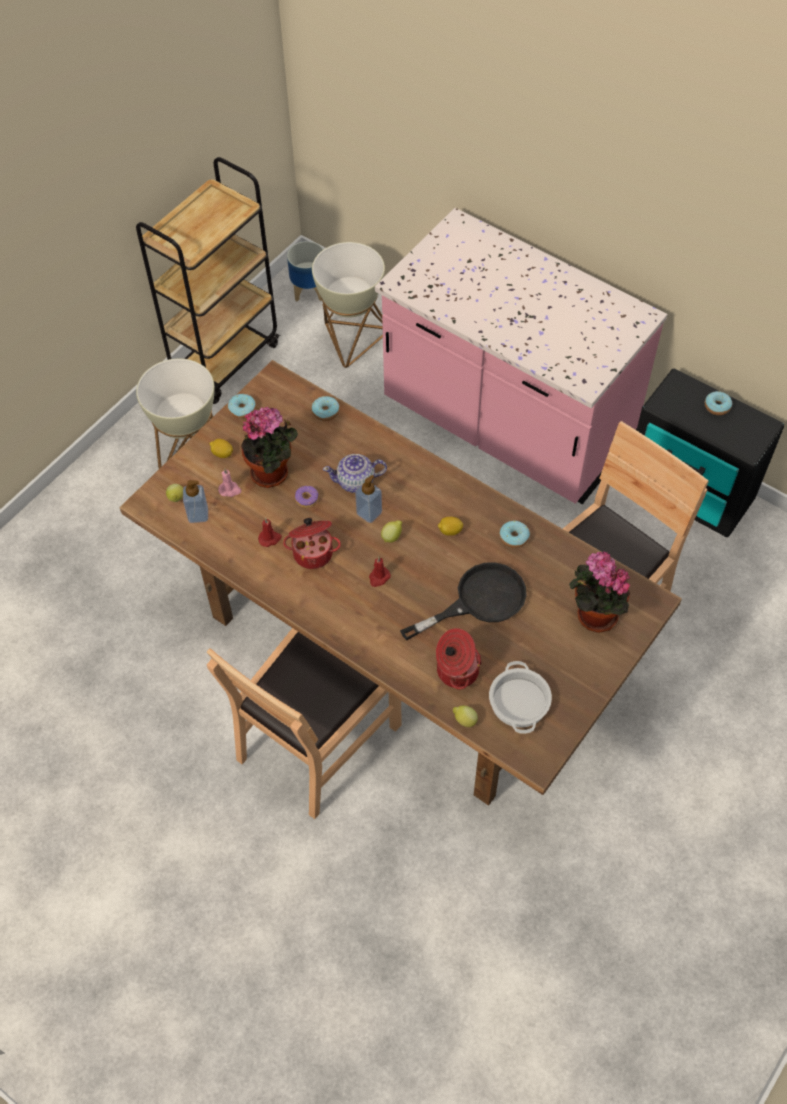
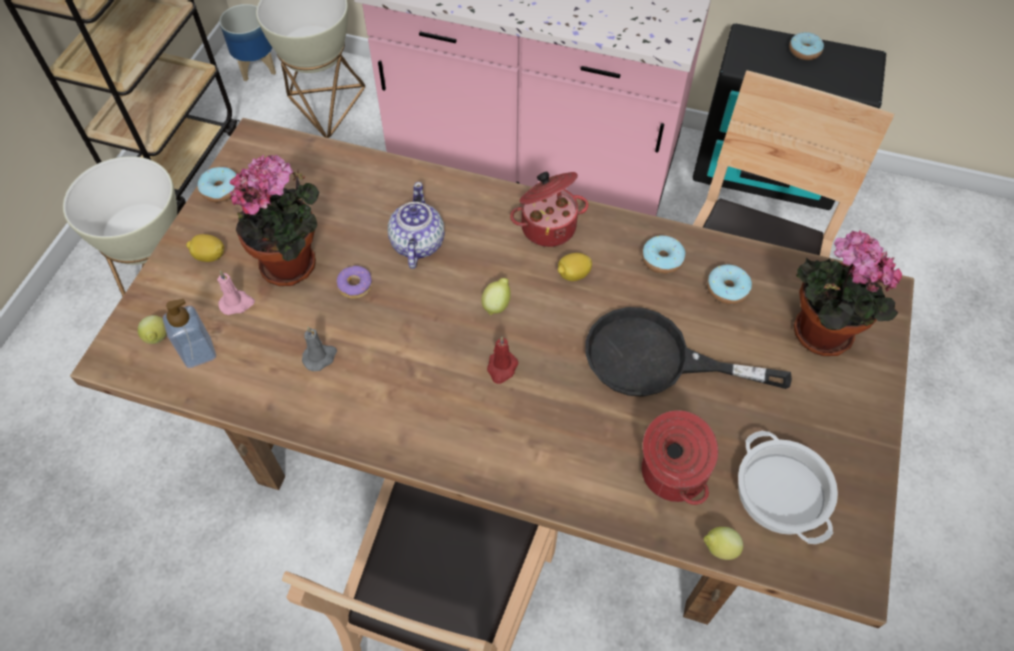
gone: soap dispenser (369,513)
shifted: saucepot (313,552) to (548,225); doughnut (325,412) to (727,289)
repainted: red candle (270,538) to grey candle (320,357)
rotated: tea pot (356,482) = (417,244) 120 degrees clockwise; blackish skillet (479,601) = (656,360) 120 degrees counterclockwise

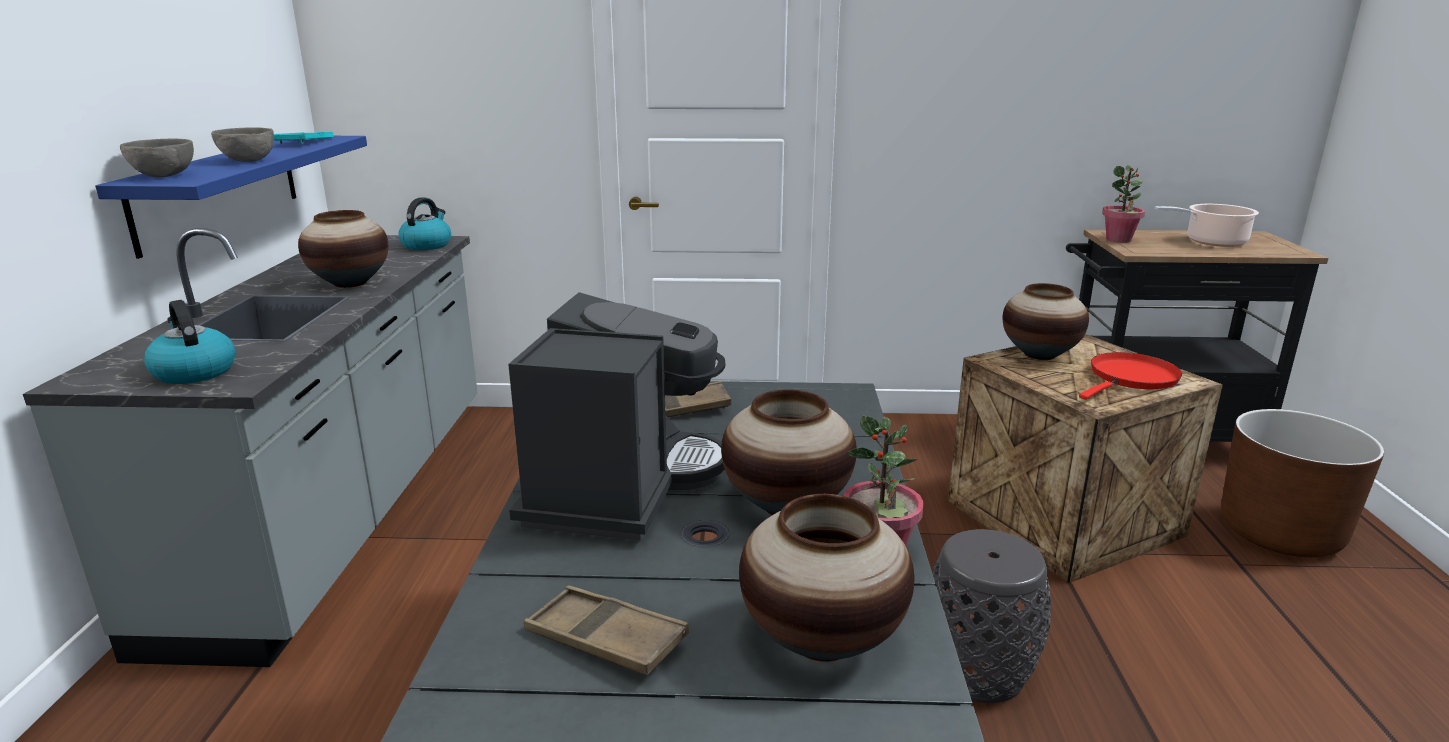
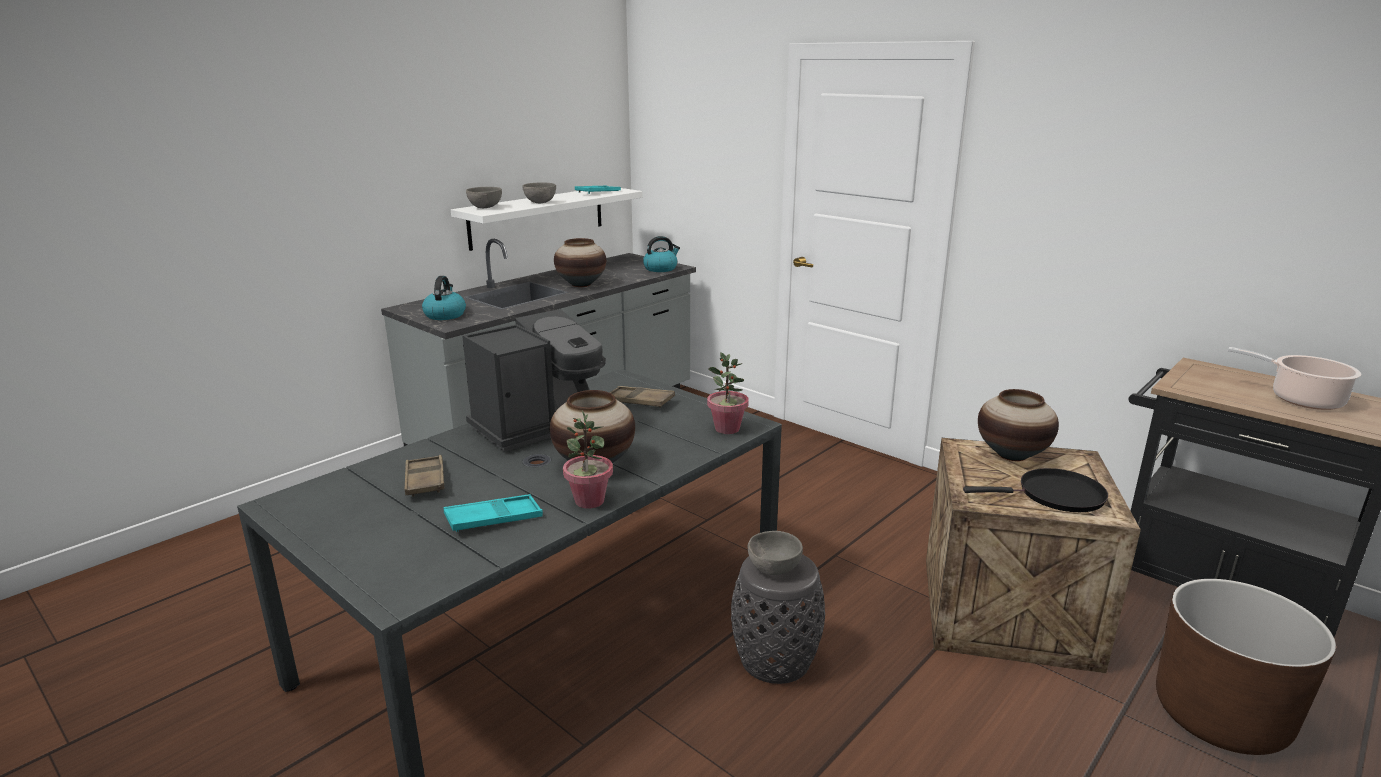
new: grey bowl (773,568)
shifted: plant in a pot (1118,240) to (727,429)
swapped: flower vase (821,640) to turquoise-coloured serving tray (494,519)
repainted: blue-coloured wall shelf (219,190) to white-coloured wall shelf (538,217); red skillet (1131,378) to blackish skillet (1055,496)

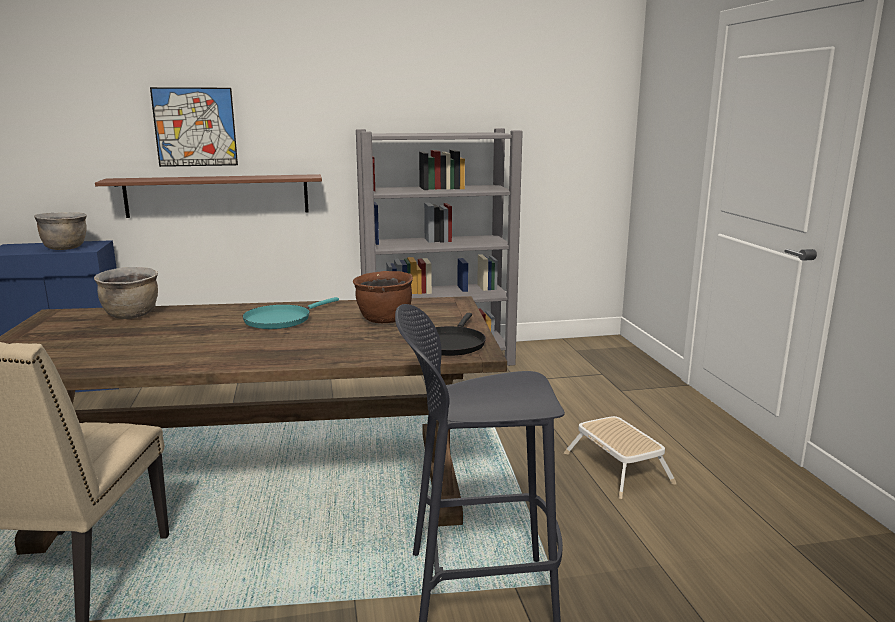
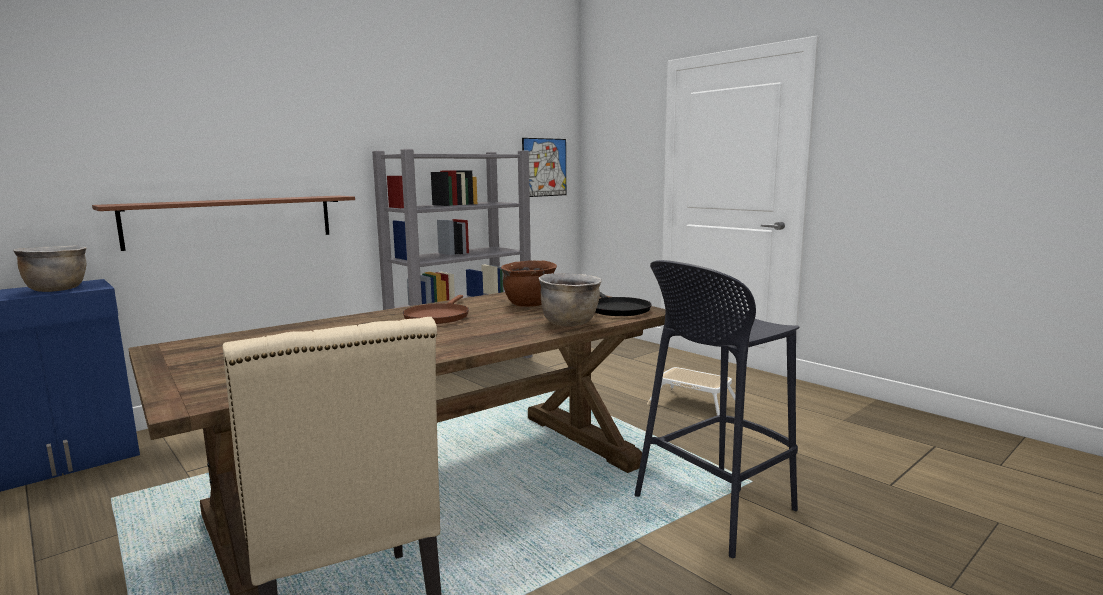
shifted: picture (195,127) to (544,167); brown saucepot (132,315) to (570,323)
repainted: turquoise-coloured skillet (281,320) to brown skillet (437,317)

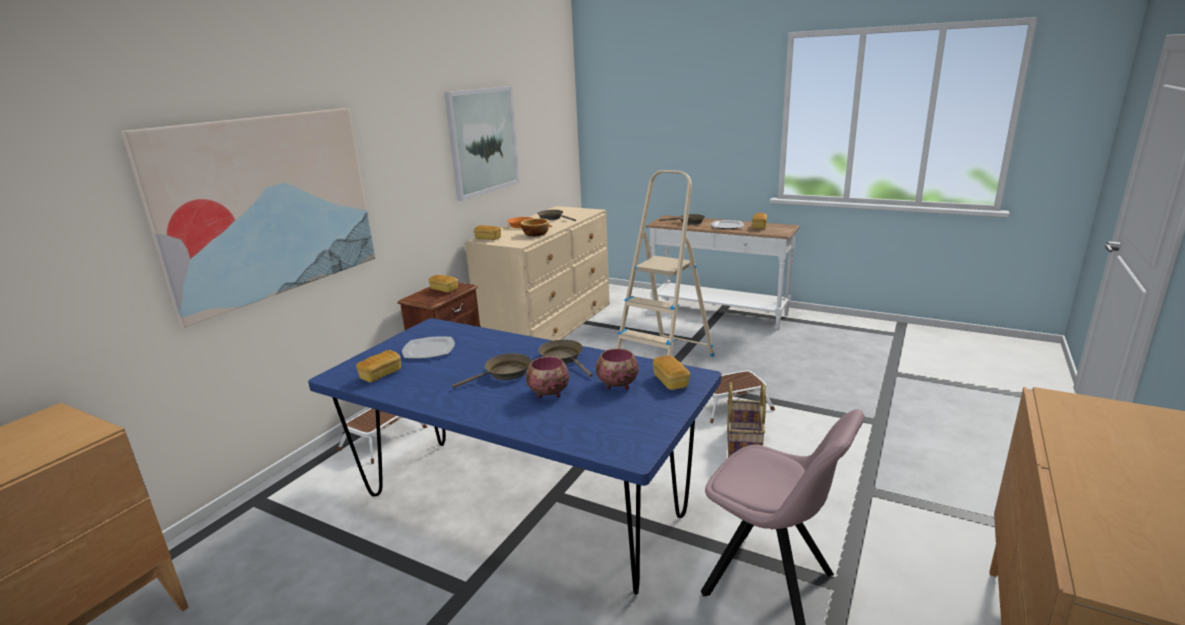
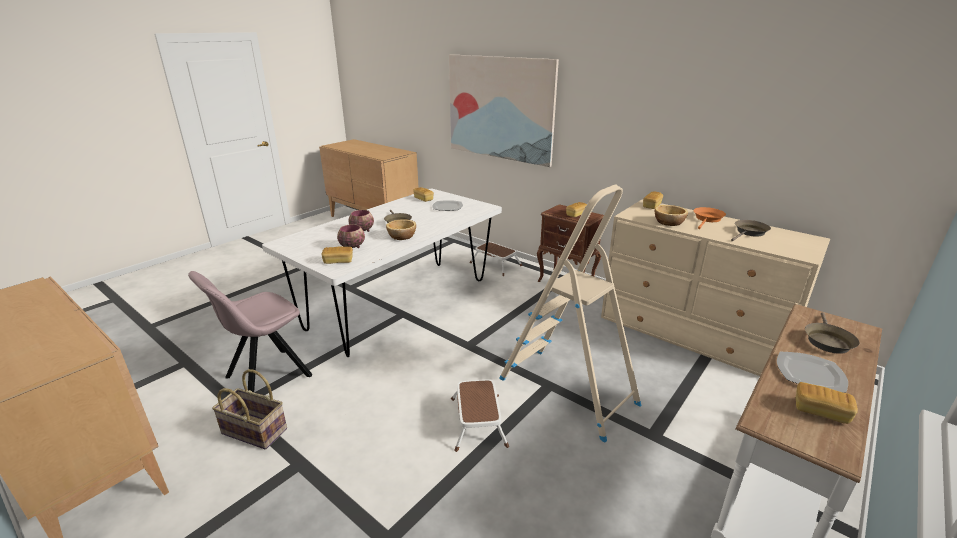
gone: picture (483,141)
shifted: storage basket (744,445) to (253,432)
swapped: brown skillet (563,359) to bowl (402,236)
repainted: blue-coloured kitchen table (525,505) to white-coloured kitchen table (400,304)

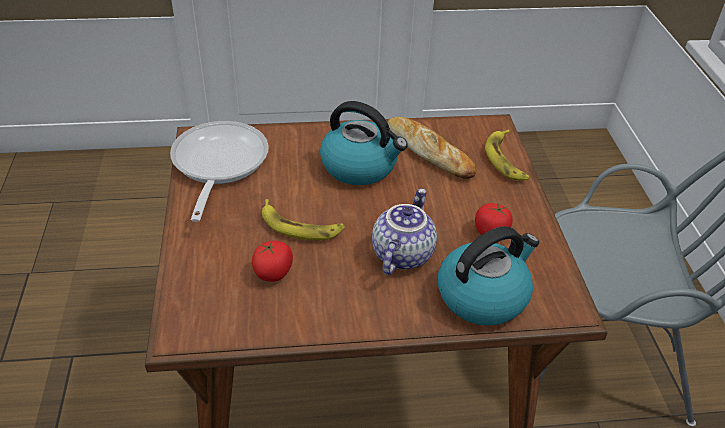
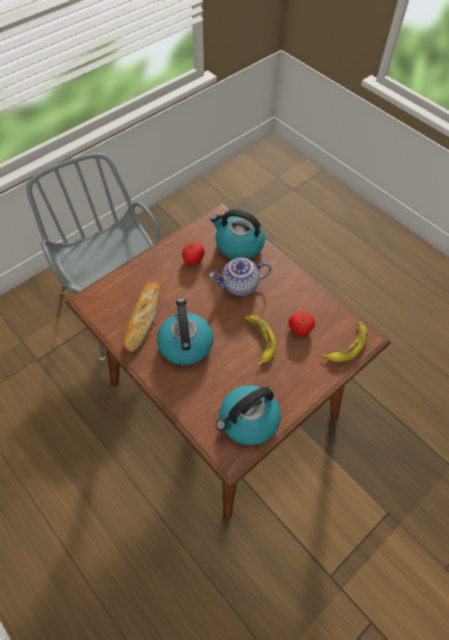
shifted: whole banana (506,160) to (347,345)
swapped: skillet (217,165) to kettle (248,421)

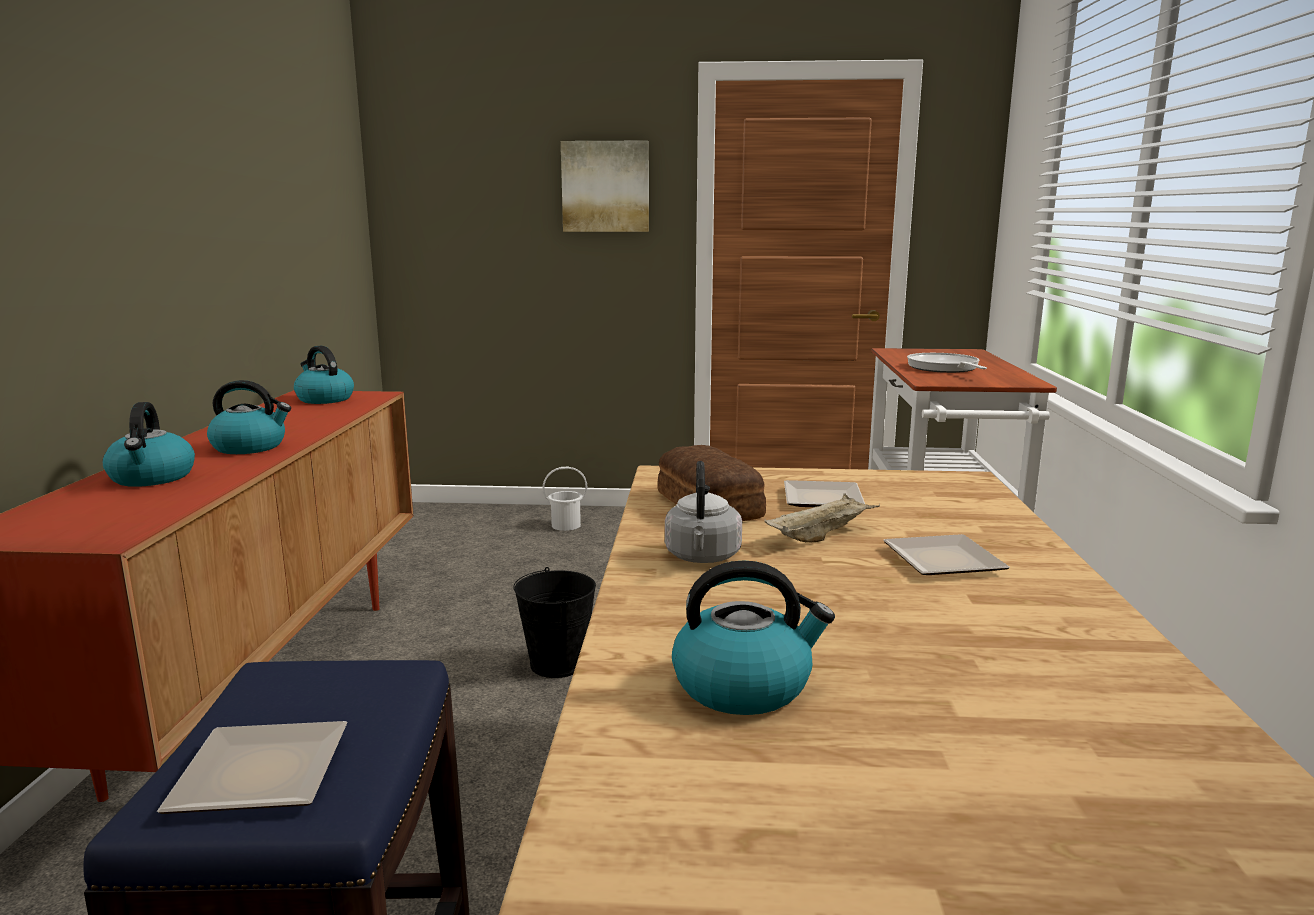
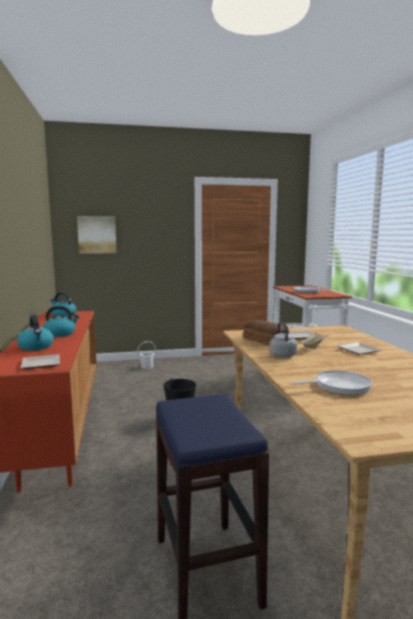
shifted: flat dish (268,771) to (42,363); picture (605,187) to (97,234)
swapped: kettle (744,685) to skillet (339,386)

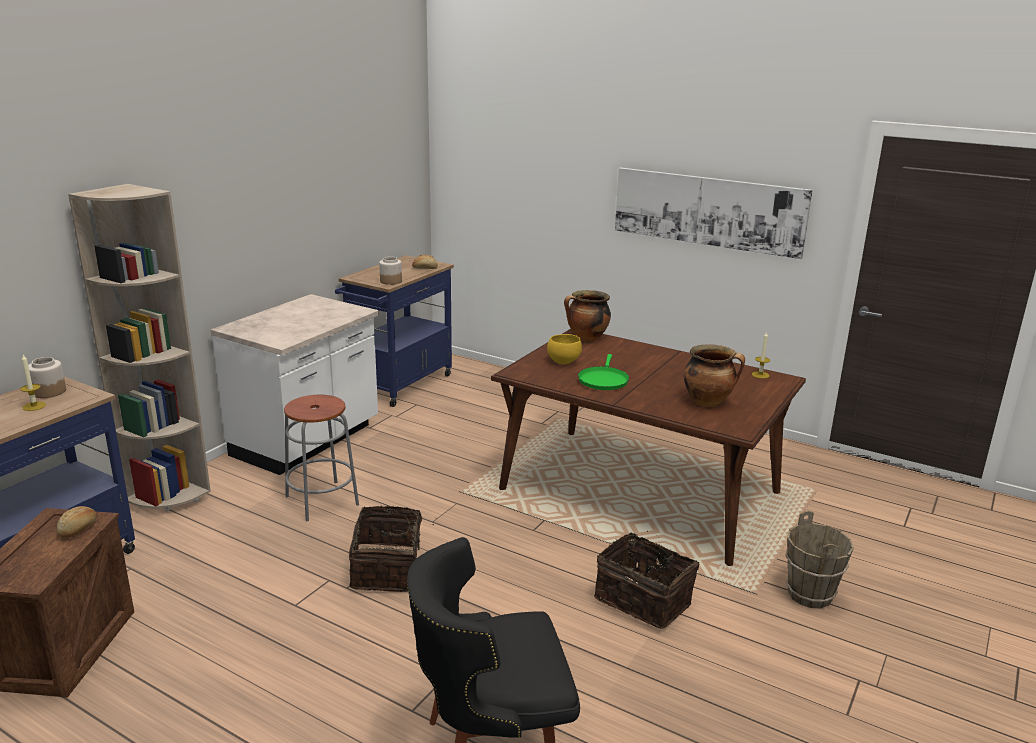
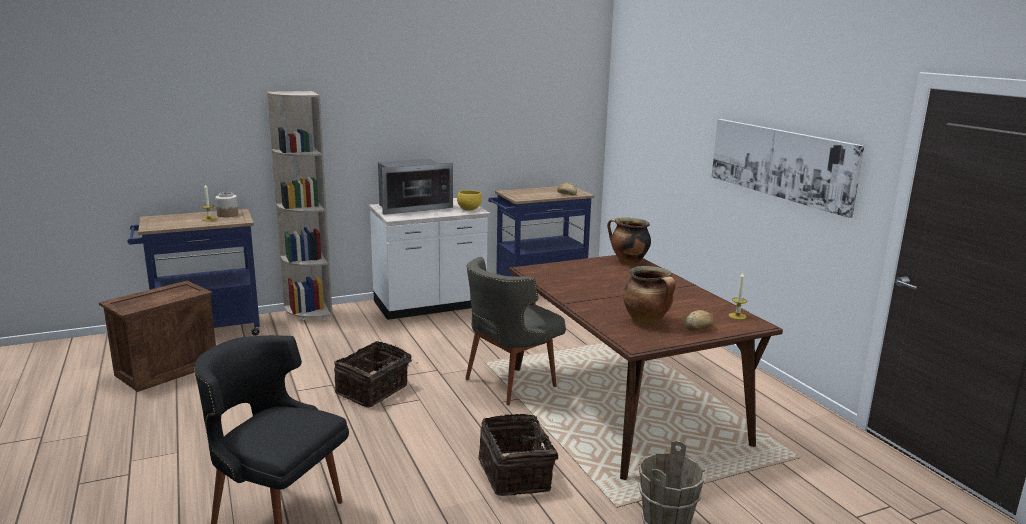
gone: grey stool seat (322,500); jar (390,281); green-coloured skillet (603,380)
new: microwave oven (412,207); grey plain chair (511,383)
shifted: yellow-coloured bowl (563,361) to (469,209); bakery bread (79,529) to (699,328)

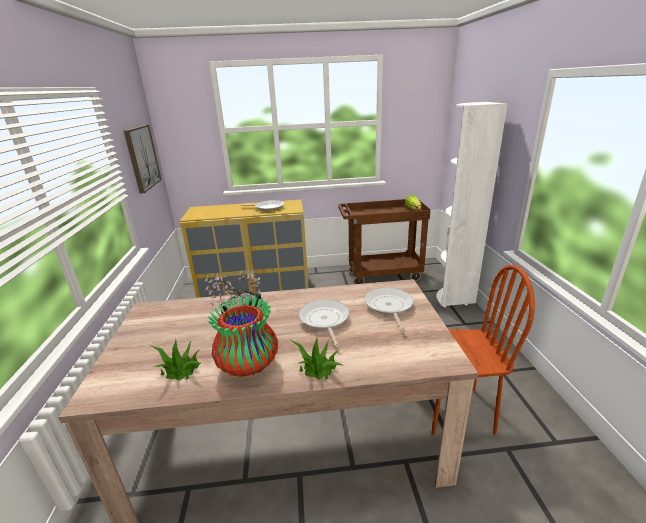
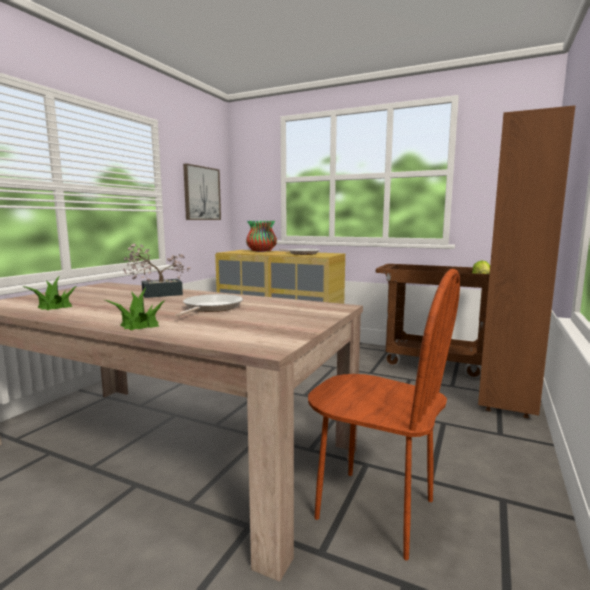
gone: skillet (389,306)
shifted: flower vase (248,364) to (261,251)
repainted: white-coloured bookcase (452,300) to brown bookcase (508,407)

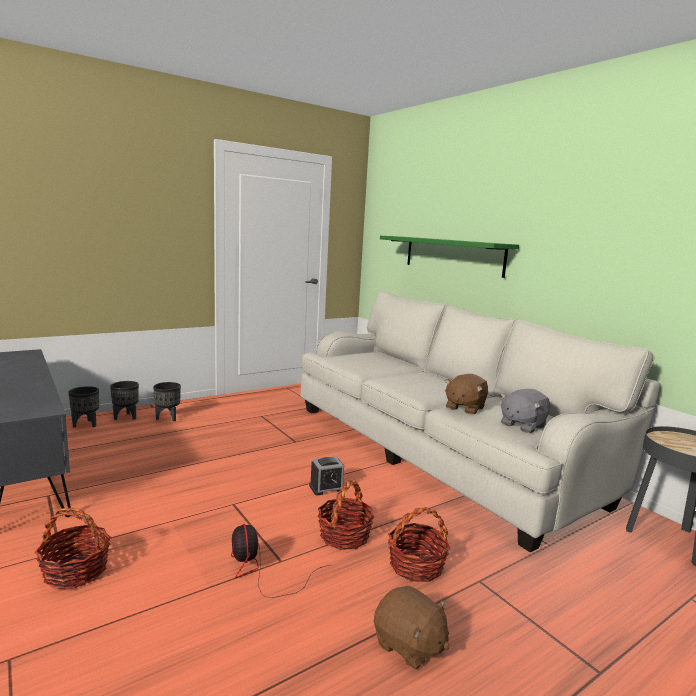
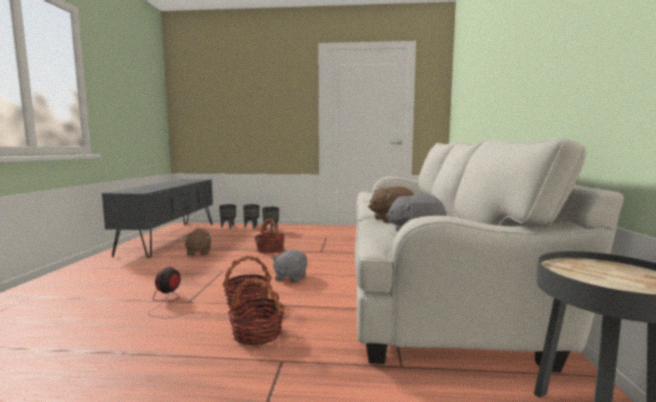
gone: green-coloured wall shelf (452,255)
shifted: brown soft toy (409,645) to (198,253); storage basket (76,571) to (270,250)
swapped: alarm clock (326,488) to grey soft toy (290,278)

